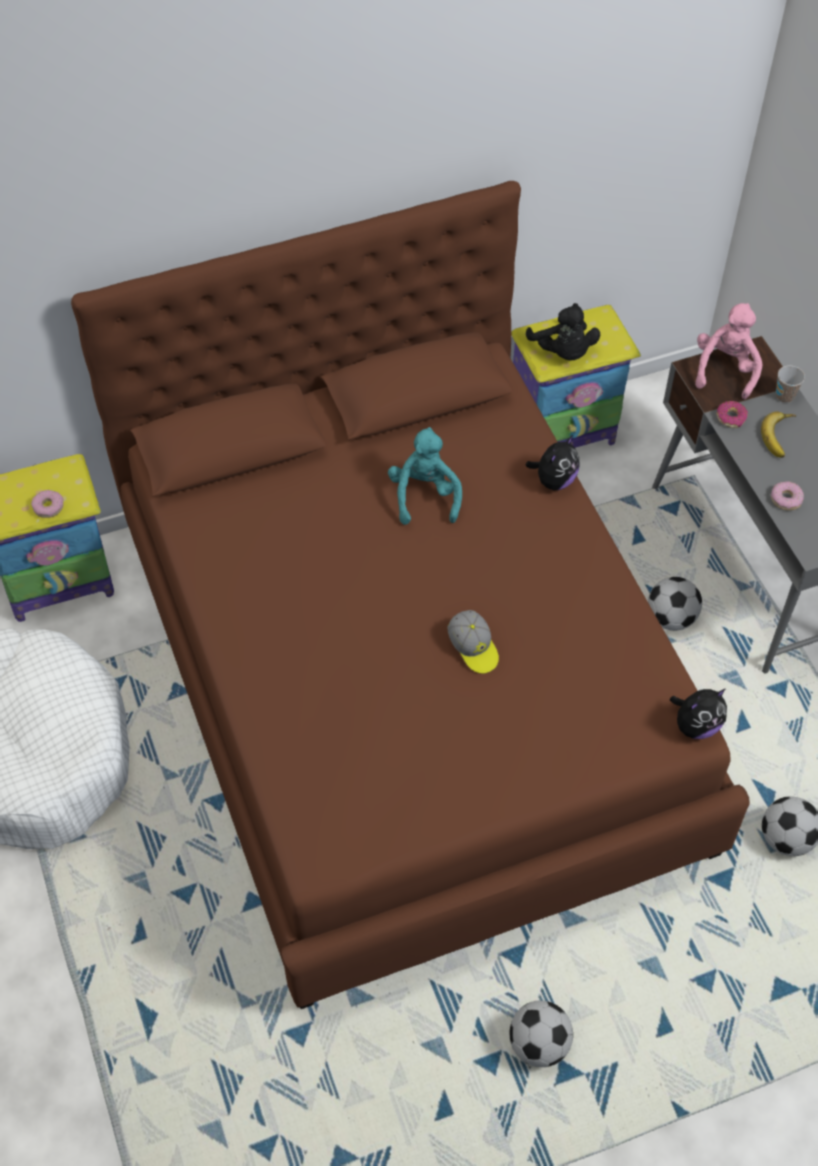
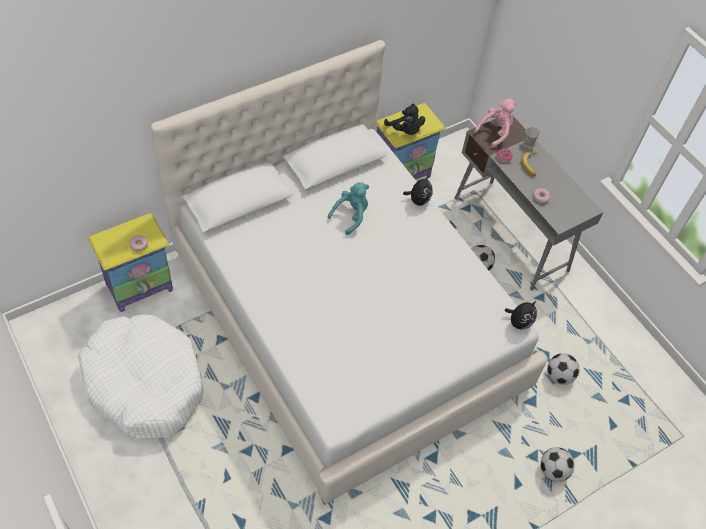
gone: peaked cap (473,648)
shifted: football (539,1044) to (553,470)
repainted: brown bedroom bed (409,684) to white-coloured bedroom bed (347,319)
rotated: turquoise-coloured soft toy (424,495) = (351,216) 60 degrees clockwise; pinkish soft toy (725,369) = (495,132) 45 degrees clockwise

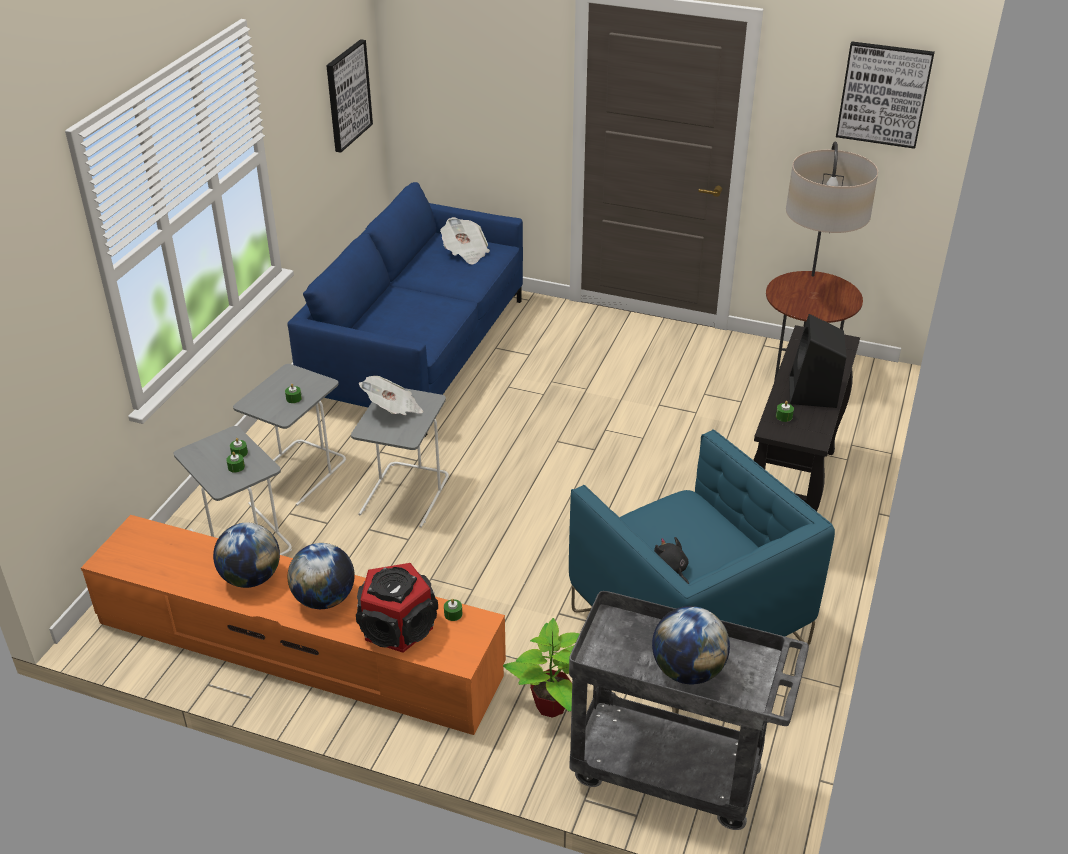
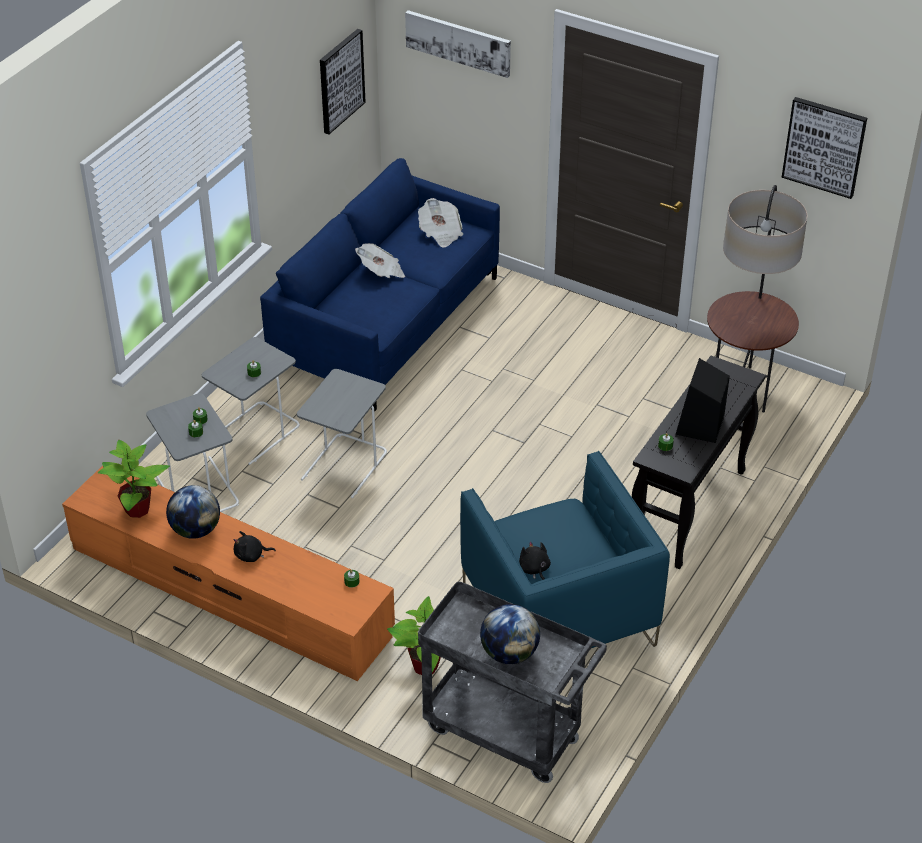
gone: speaker (398,627)
new: plant in a pot (138,509); picture (458,42)
shifted: daily paper (393,409) to (381,272)
swapped: world globe (324,599) to blackish soft toy (251,555)

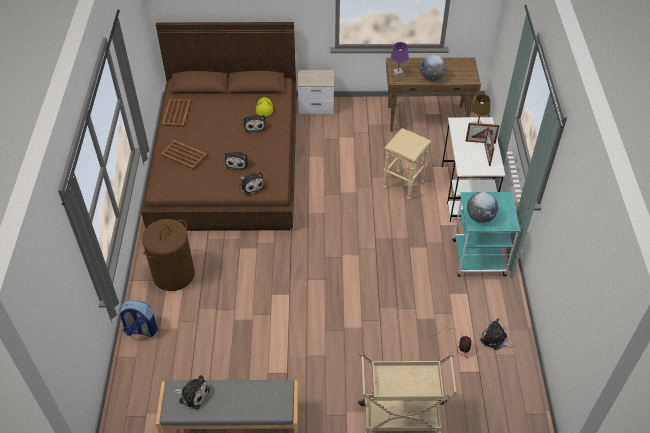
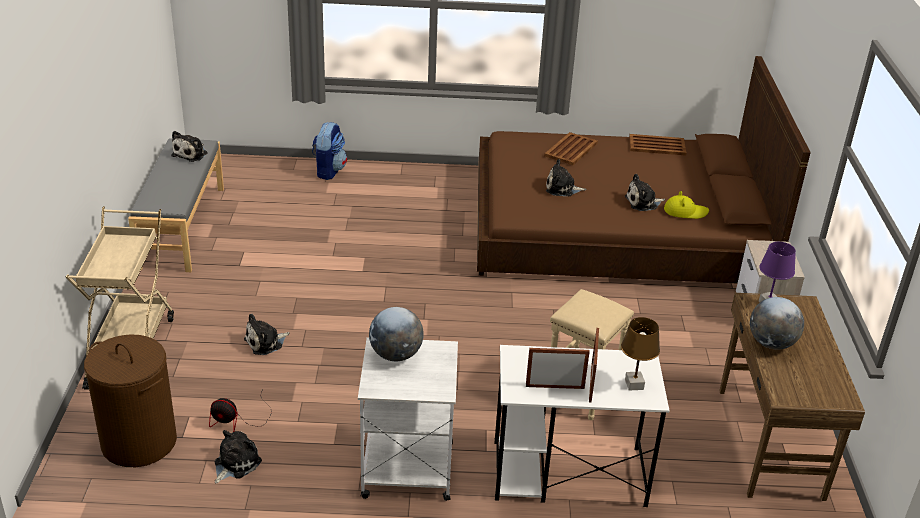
shifted: brown laundry basket (173,274) to (138,442); soft toy (251,185) to (266,343)
repainted: turquoise-coloured wheeled cart (478,259) to white-coloured wheeled cart (406,468)

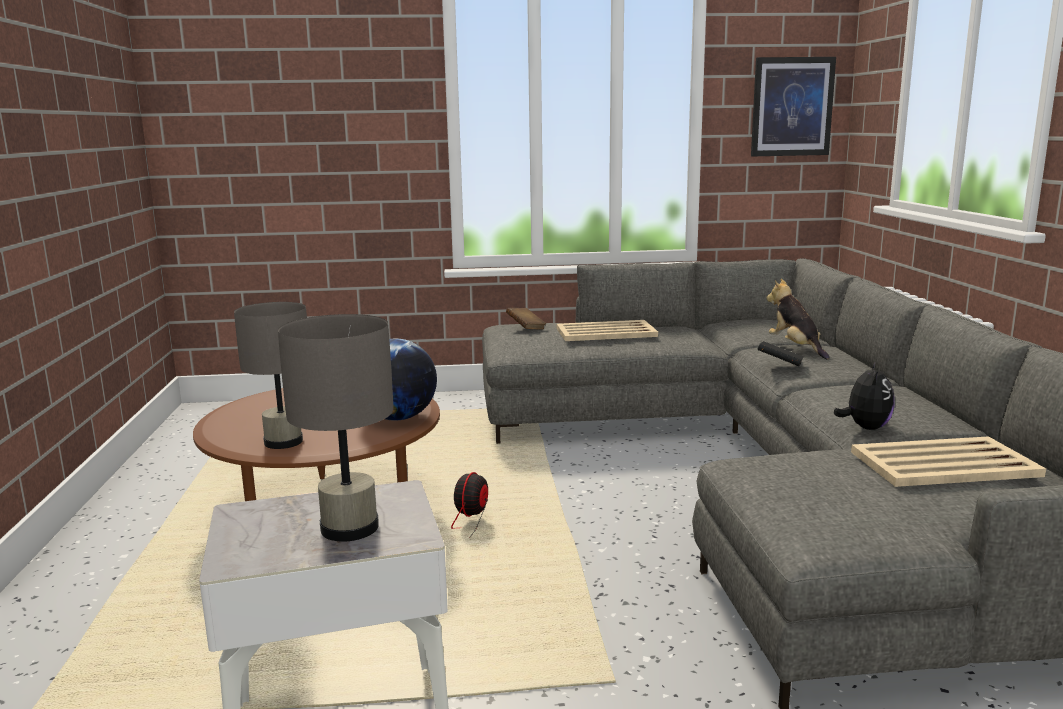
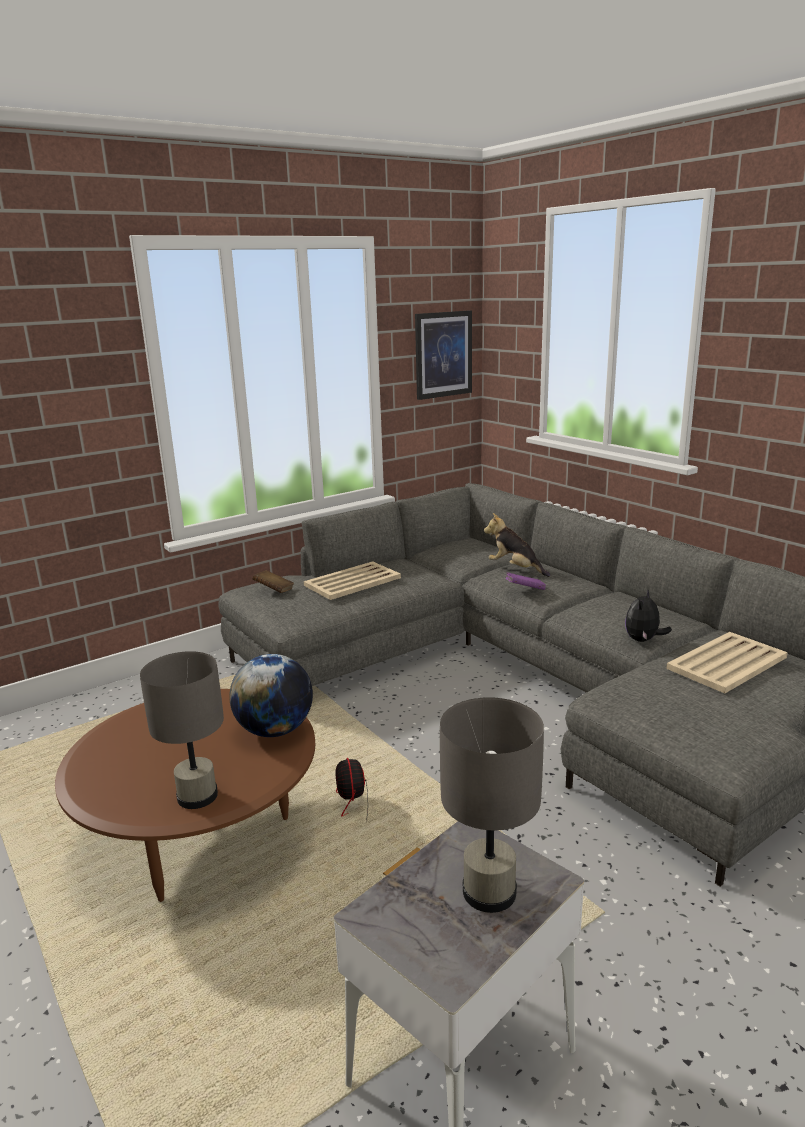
repainted: blackish book (779,365) to purple book (525,590)
rotated: soft toy (865,427) = (643,640) 135 degrees counterclockwise

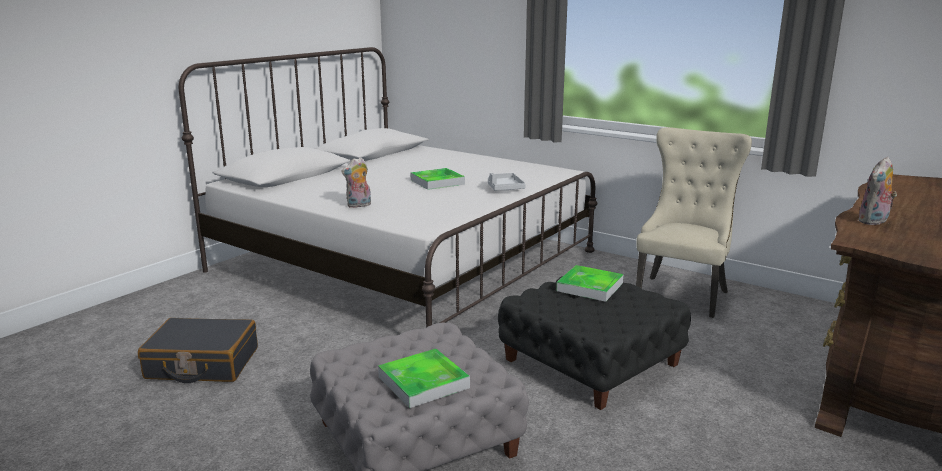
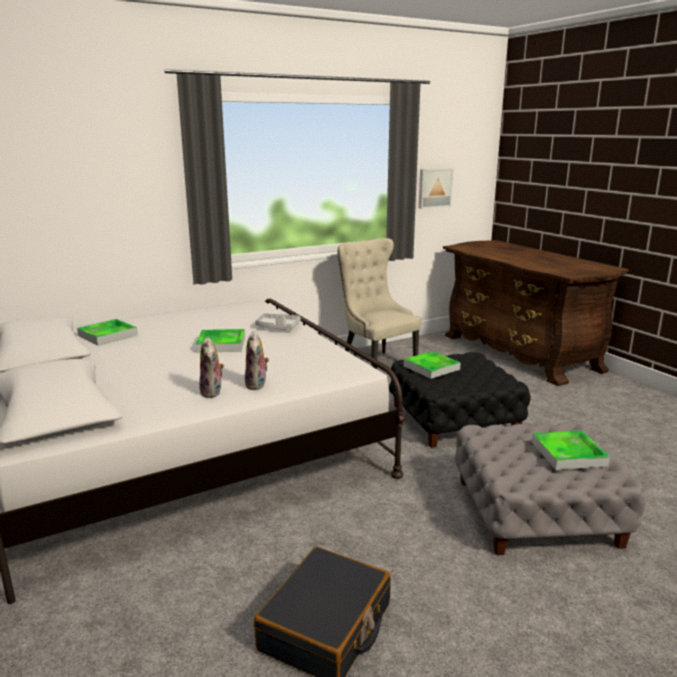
new: serving tray (108,335); picture (434,188)
shifted: soft toy (874,222) to (213,392)

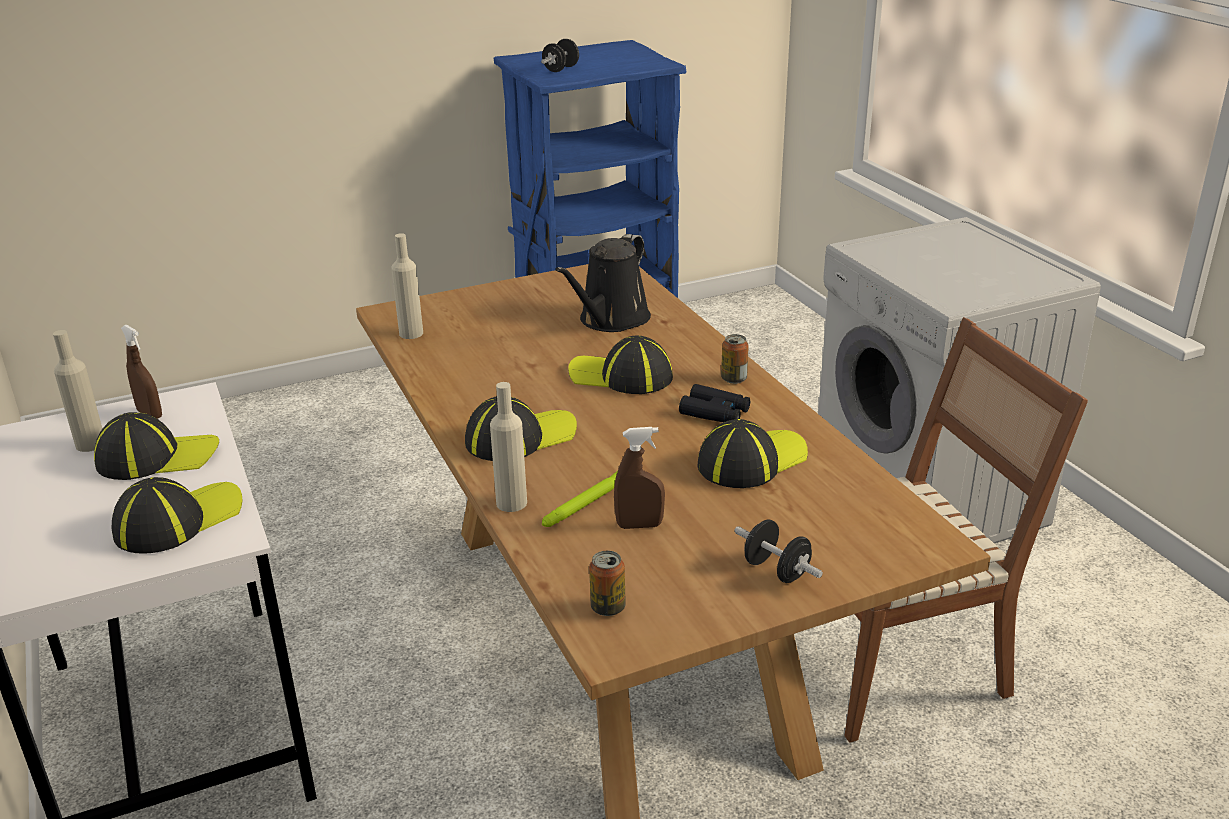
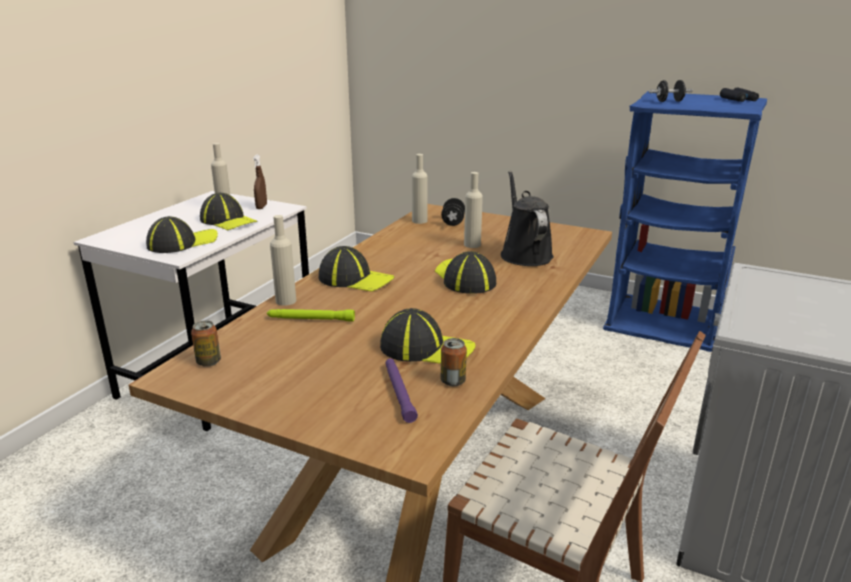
gone: brown hand sprayer (639,525)
new: purple flashlight (399,392); sand-coloured drink bottle (472,245)
shifted: blackish dumbbell (776,570) to (453,222); sealed can (734,379) to (453,381); blackish pair of binoculars (715,413) to (738,100)
rotated: peaked cap (178,520) = (182,243) 45 degrees counterclockwise; blackish sprinkling can (611,320) = (524,254) 90 degrees clockwise

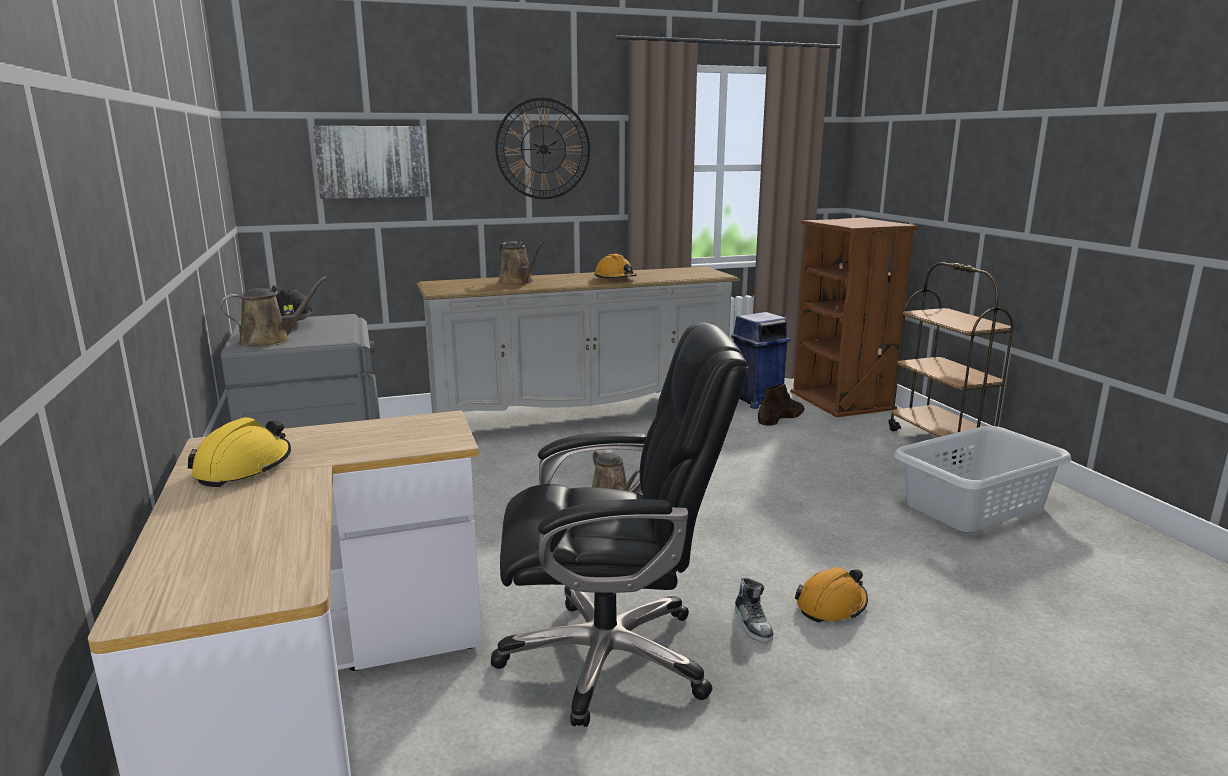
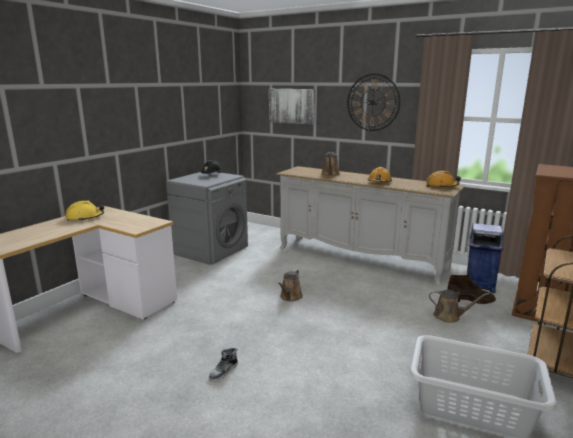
gone: blackish computer chair (610,658)
shifted: orange-coloured hard hat (831,605) to (442,186); brown sprinkling can (270,340) to (449,316)

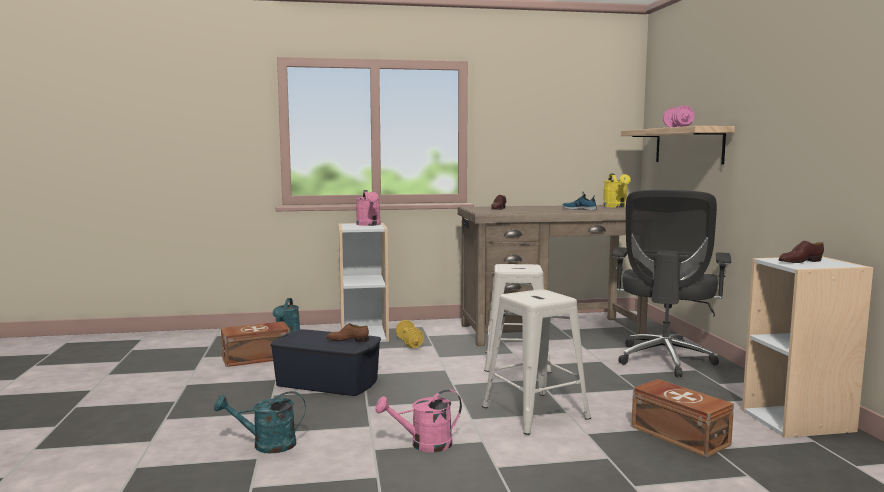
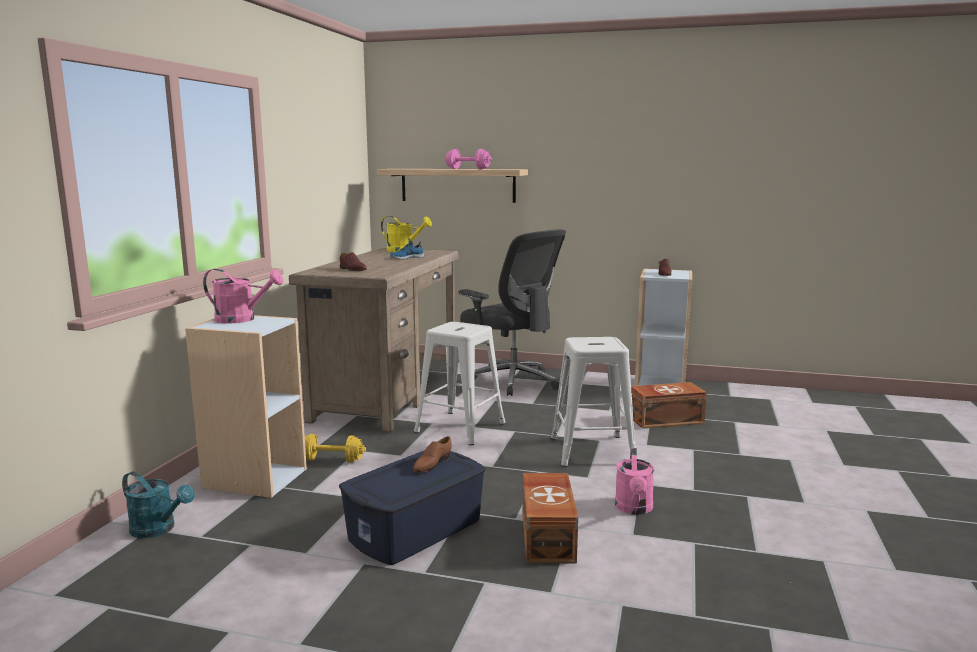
gone: turquoise-coloured sprinkling can (266,445)
shifted: brown storage bin (257,358) to (549,536)

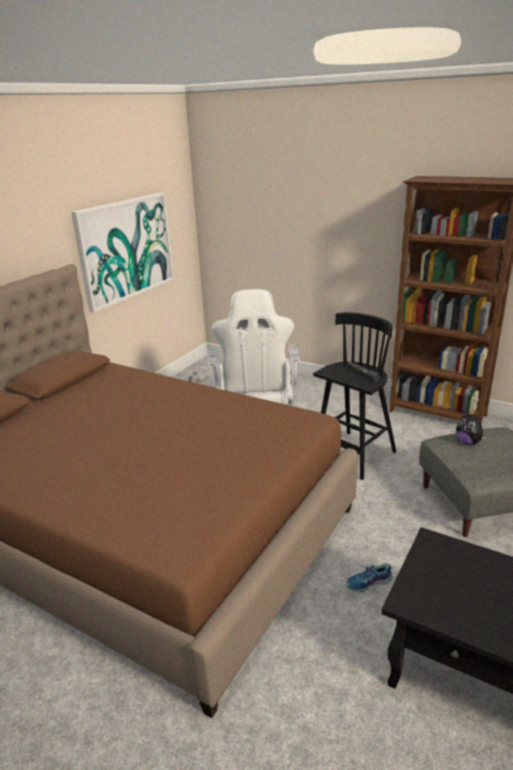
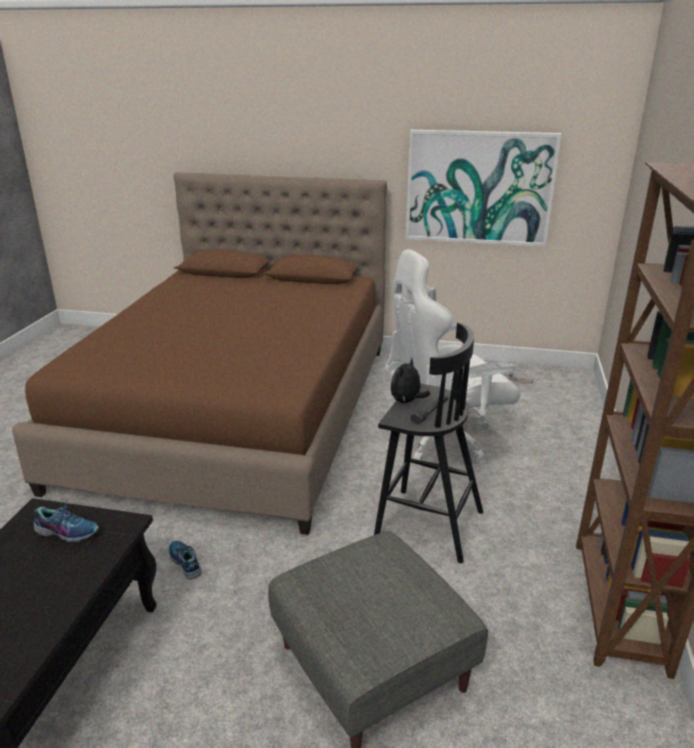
new: shoe (67,531)
shifted: soft toy (468,442) to (406,402)

